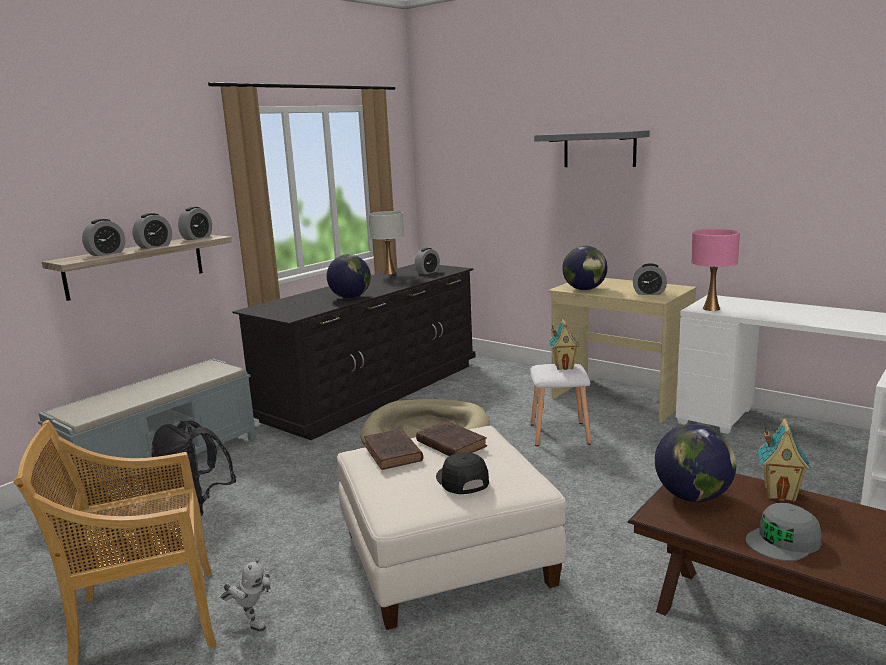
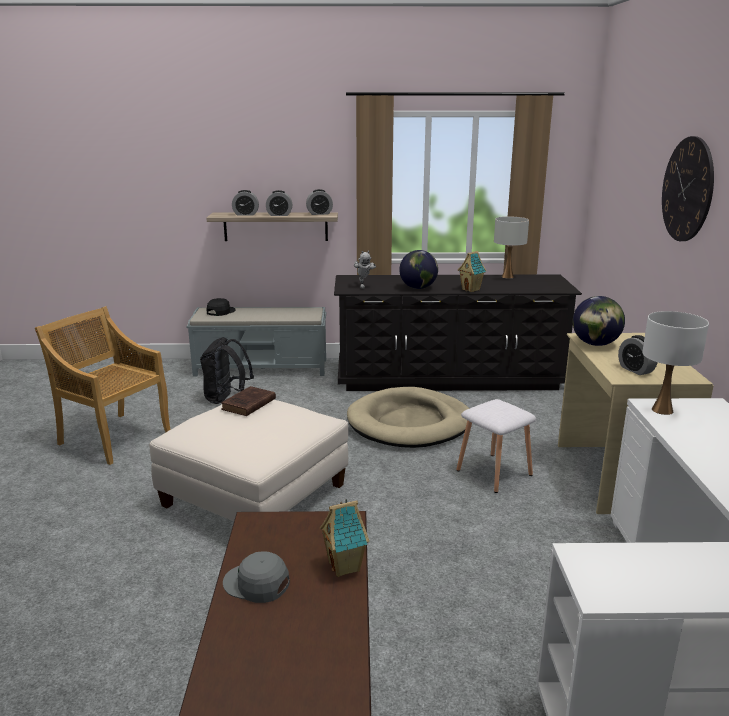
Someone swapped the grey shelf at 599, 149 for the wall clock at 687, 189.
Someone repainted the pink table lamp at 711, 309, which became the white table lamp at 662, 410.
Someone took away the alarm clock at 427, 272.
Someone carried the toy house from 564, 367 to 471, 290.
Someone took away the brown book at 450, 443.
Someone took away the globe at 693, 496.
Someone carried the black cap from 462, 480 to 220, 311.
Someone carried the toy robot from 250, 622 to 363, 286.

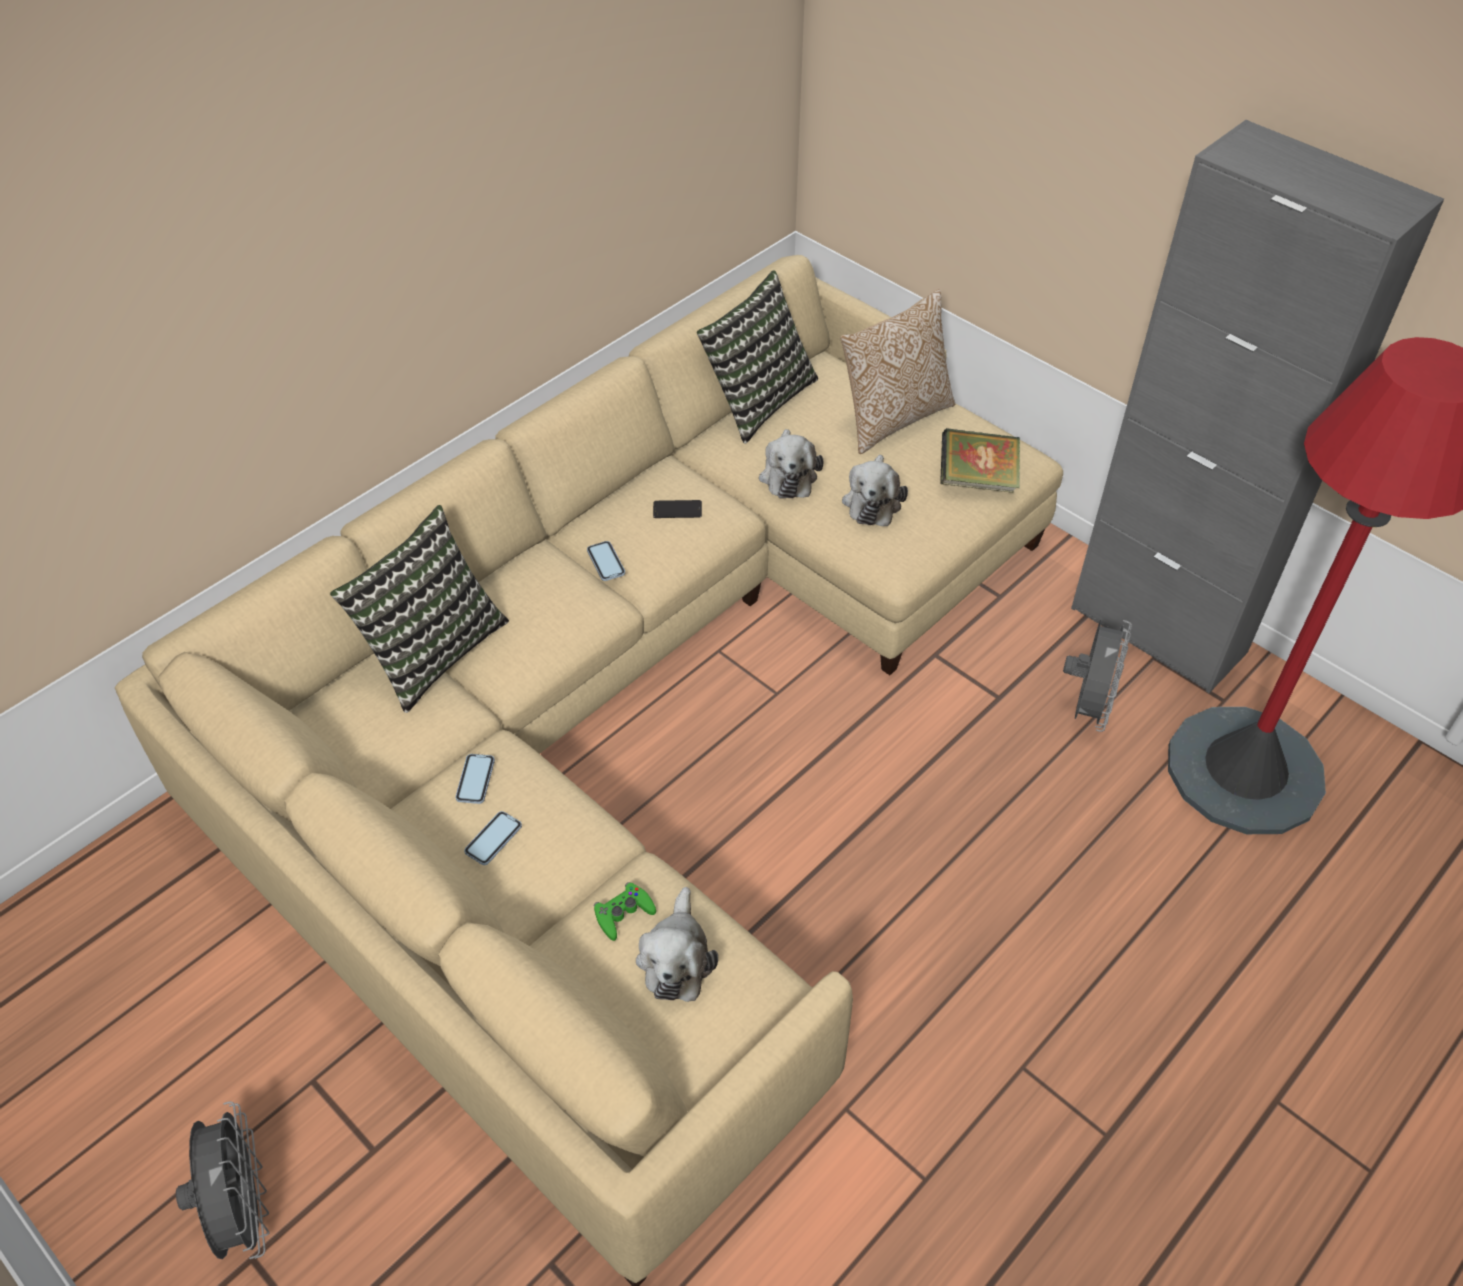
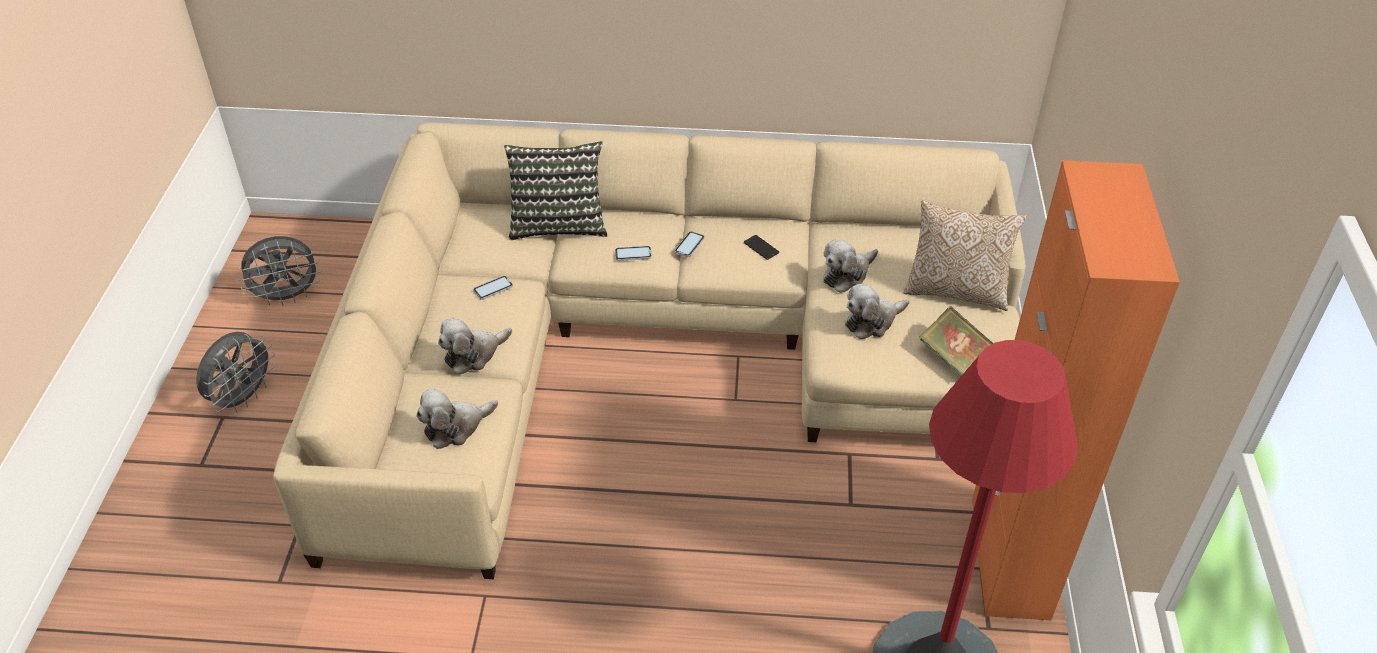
Someone repainted the grey cabinet at 1158, 630, which became the orange cabinet at 1009, 558.
Someone took away the pillow at 757, 400.
Someone carried the grey fan from 1087, 707 to 288, 297.
Someone carried the phone from 493, 839 to 633, 254.
Someone took away the green game controller at 623, 913.
Someone put down the plush toy at 473, 354.

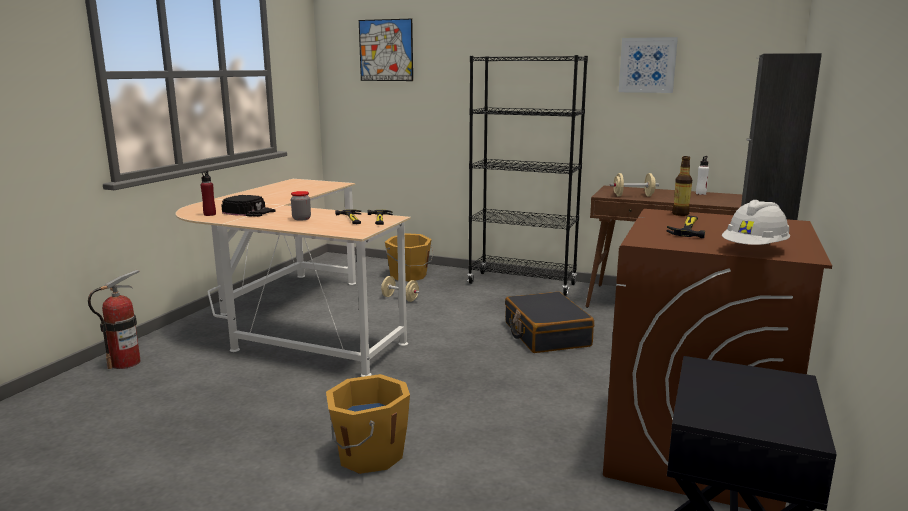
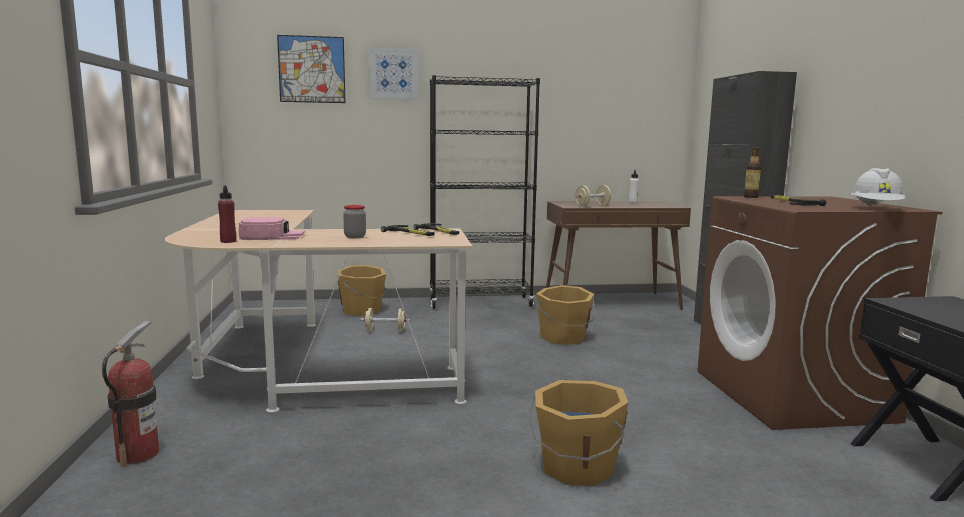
Someone carried the picture from 647, 65 to 393, 73.
Someone repainted the black cap at 249, 212, which became the pink cap at 272, 236.
Someone swapped the black suitcase at 546, 334 for the orange bucket at 563, 338.

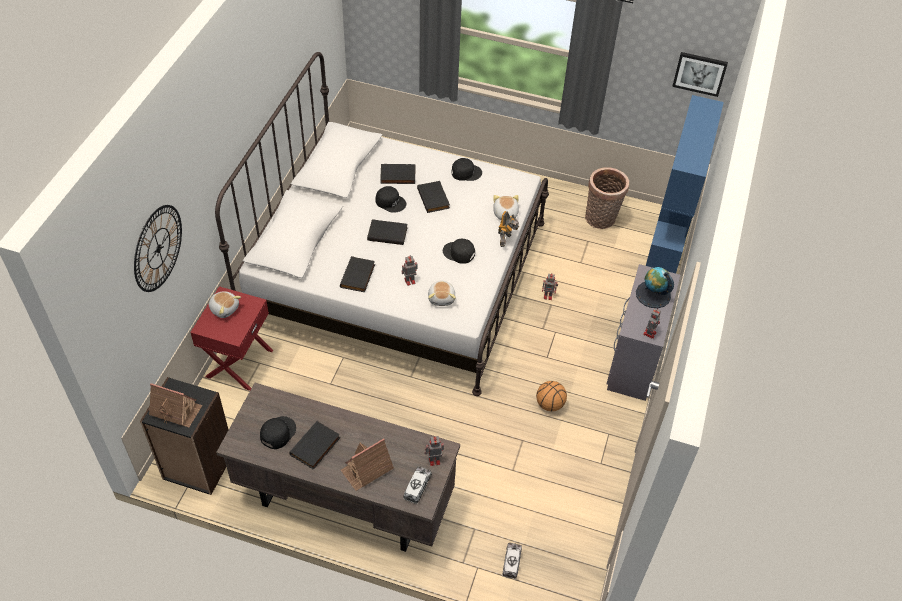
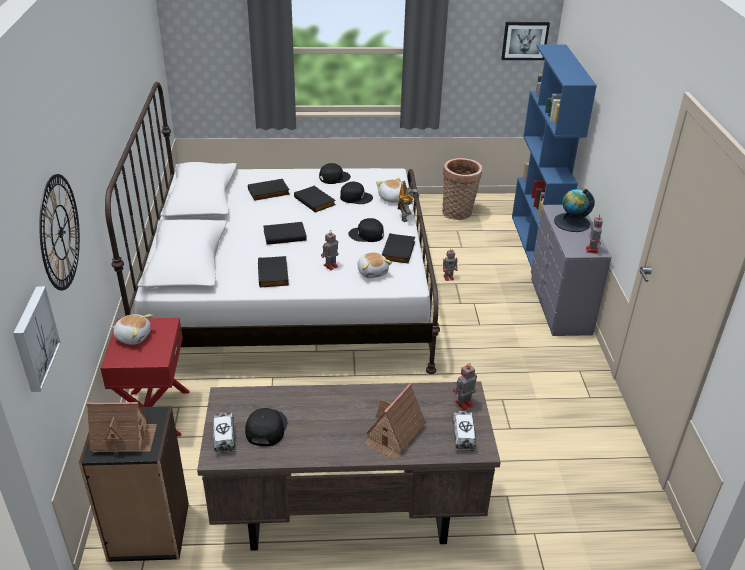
Someone carried the black cap from 390, 202 to 356, 197.
Someone took away the basketball at 549, 404.
Someone carried the black book from 316, 447 to 399, 251.
Someone carried the toy truck from 511, 562 to 224, 437.
Someone put up the picture at 33, 338.

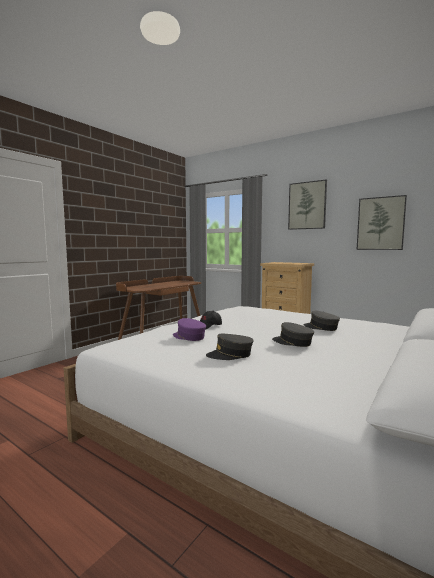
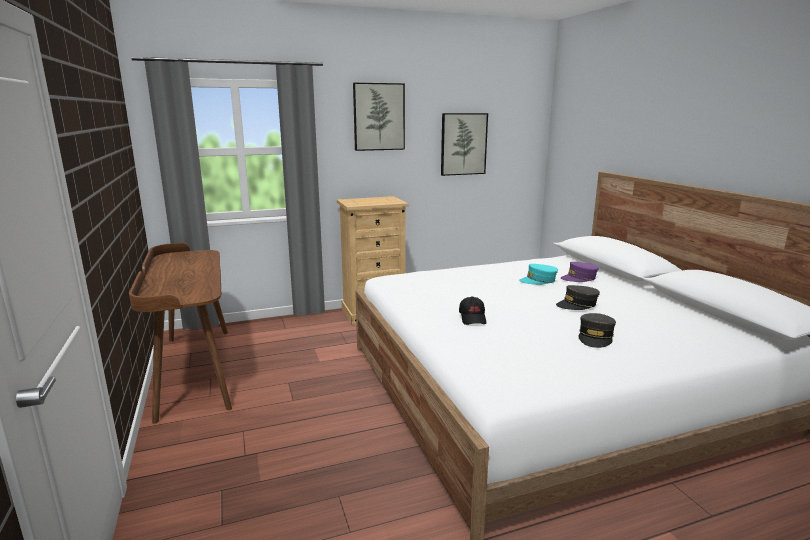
Someone repainted the grey cap at 321, 327, which became the turquoise cap at 538, 280.
Someone carried the purple cap from 189, 337 to 579, 278.

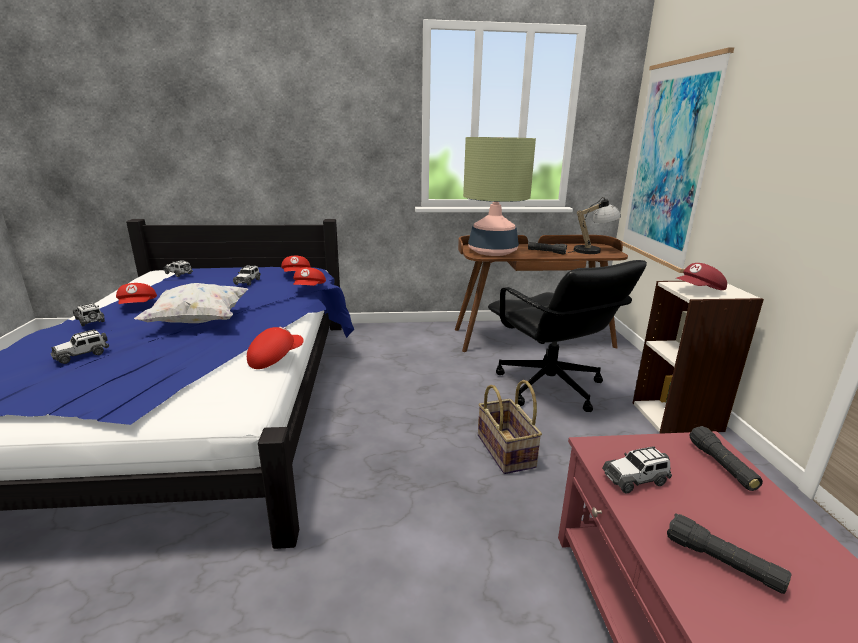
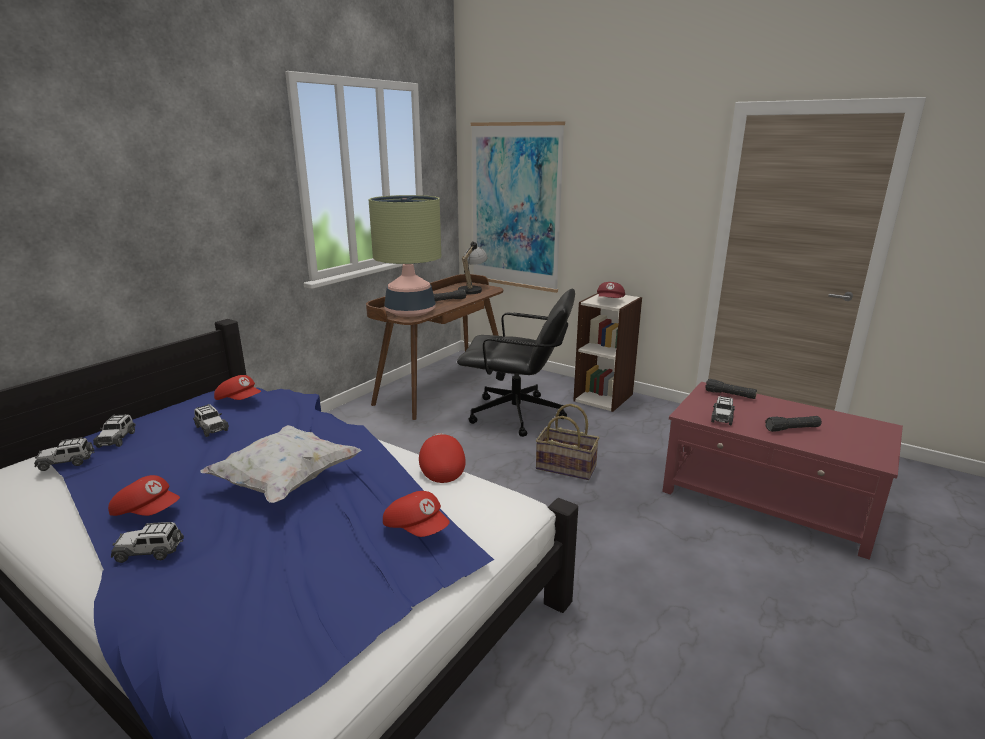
Someone carried the red cap from 309, 288 to 417, 528.
Someone carried the toy car from 82, 355 to 117, 439.

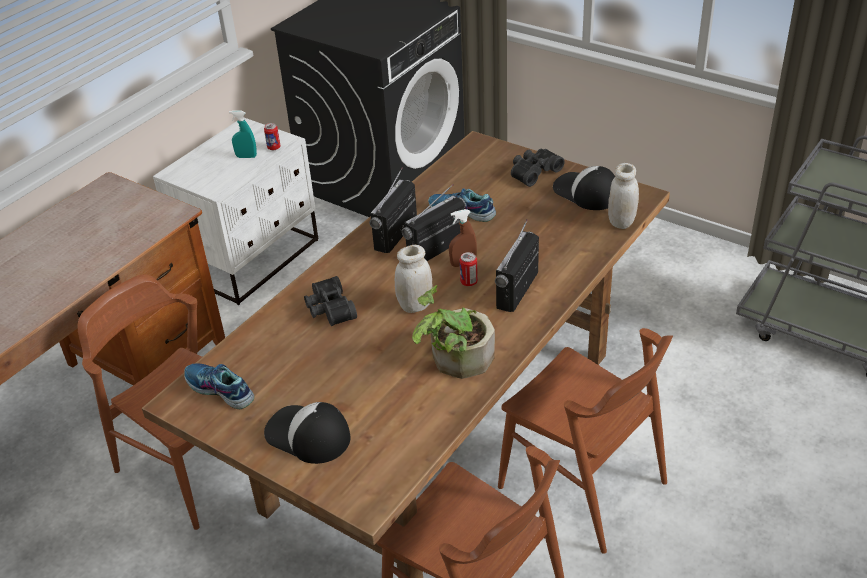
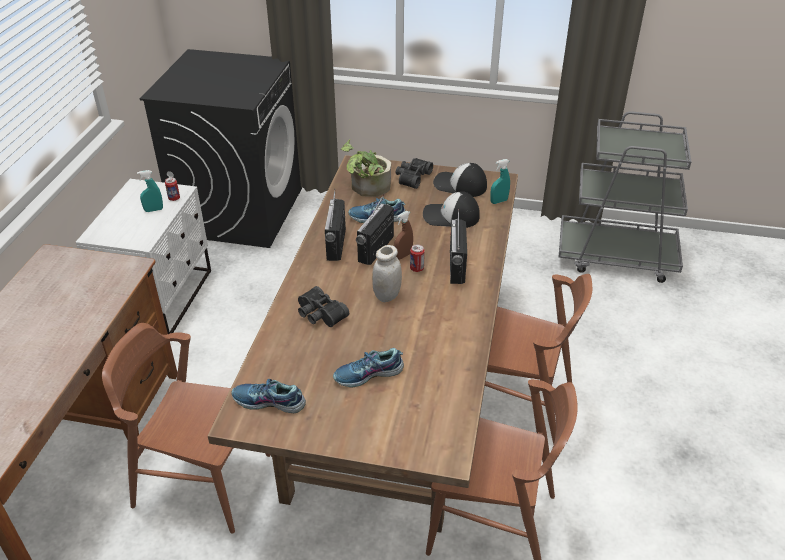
Someone swapped the white jar at 621, 222 for the turquoise spray bottle at 498, 201.
Someone carried the potted plant from 454, 360 to 367, 188.
Someone carried the cap from 307, 435 to 450, 216.
Someone put down the shoe at 368, 375.

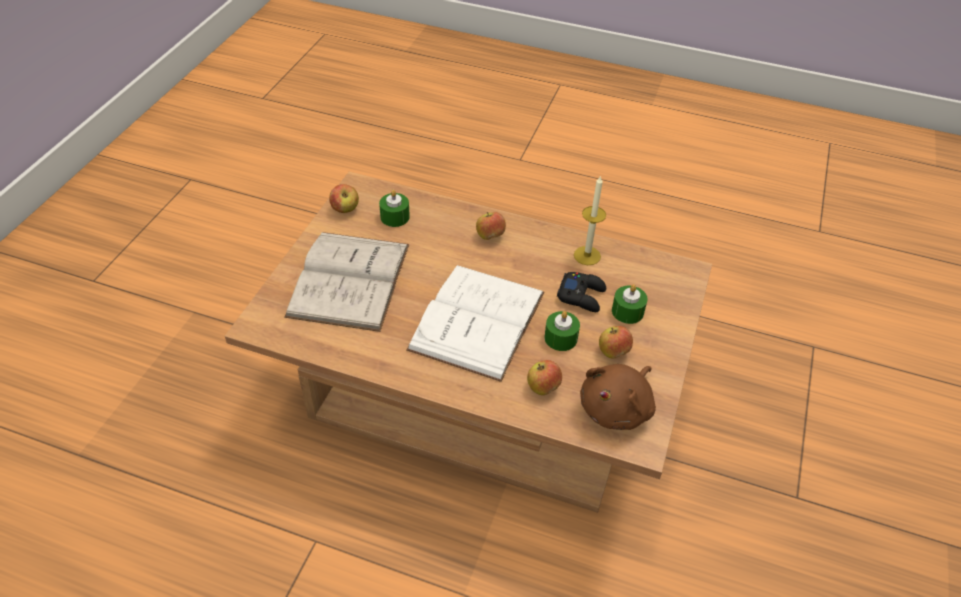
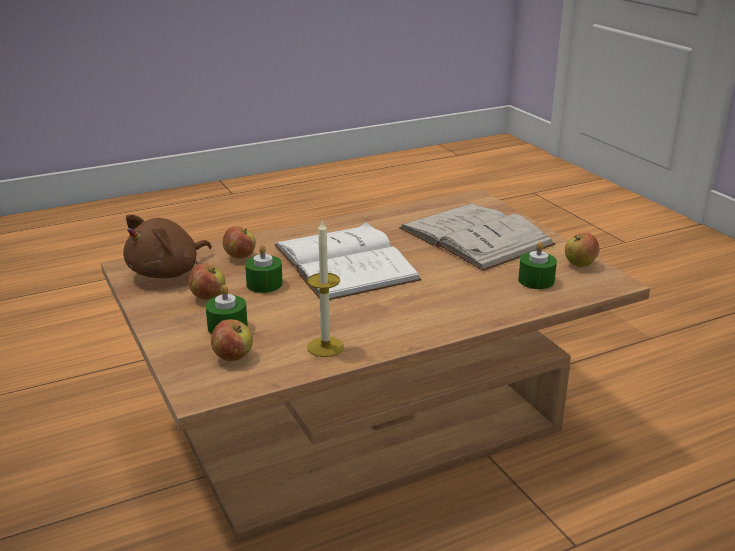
Someone carried the apple from 490, 236 to 233, 357.
Someone took away the black game controller at 582, 295.
Someone rotated the brown plush toy at 617, 408 by 135 degrees counterclockwise.

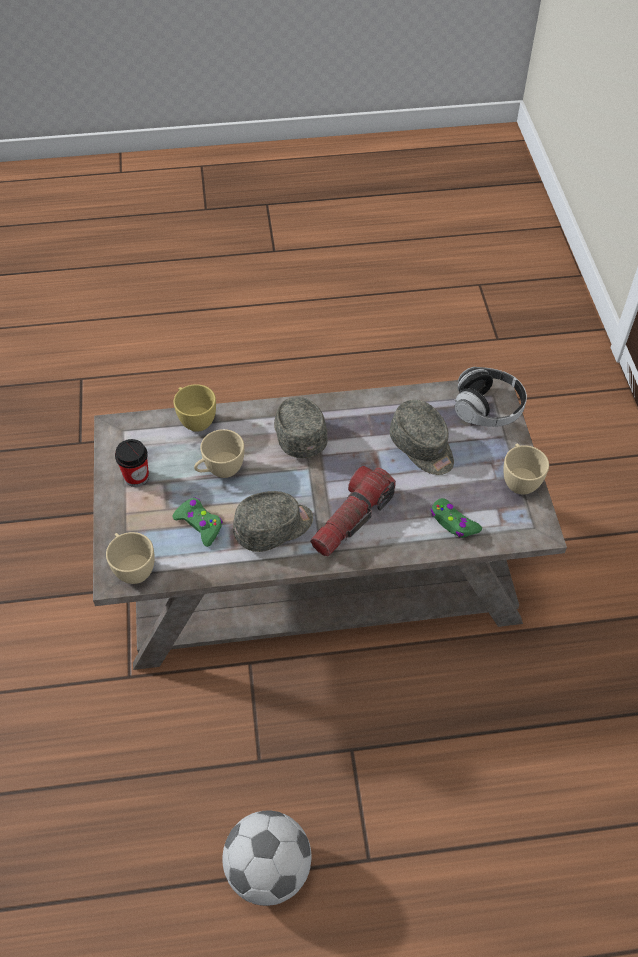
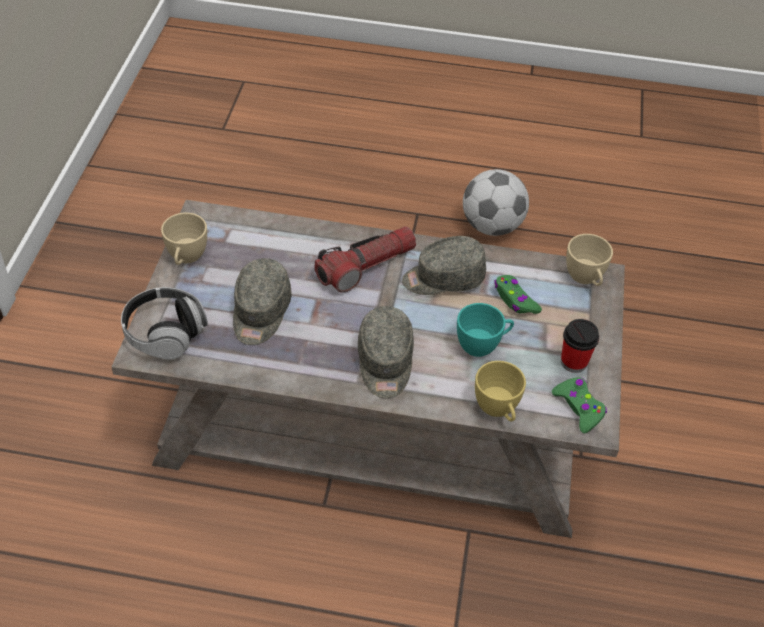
Someone rotated the grey cap at 422, 447 by 150 degrees counterclockwise.
Someone repainted the beige cup at 220, 470, which became the turquoise cup at 482, 345.
Someone carried the green game controller from 453, 523 to 579, 408.

